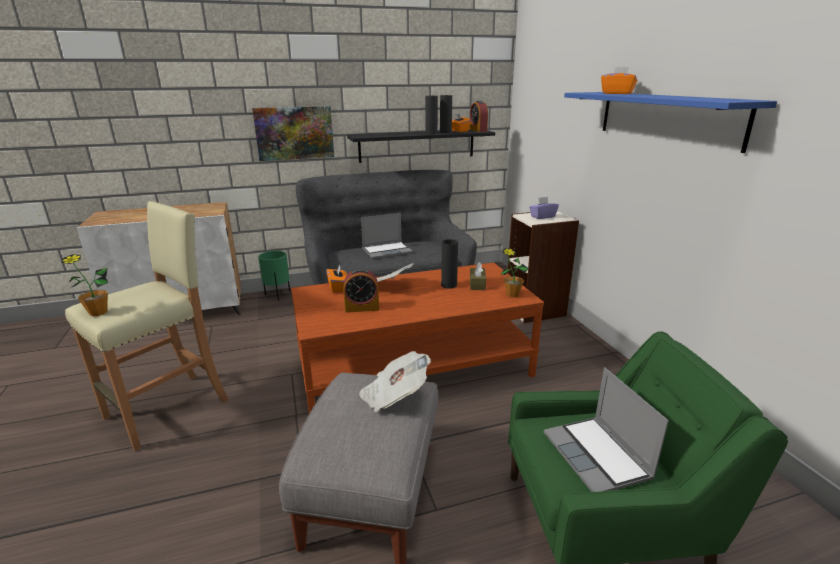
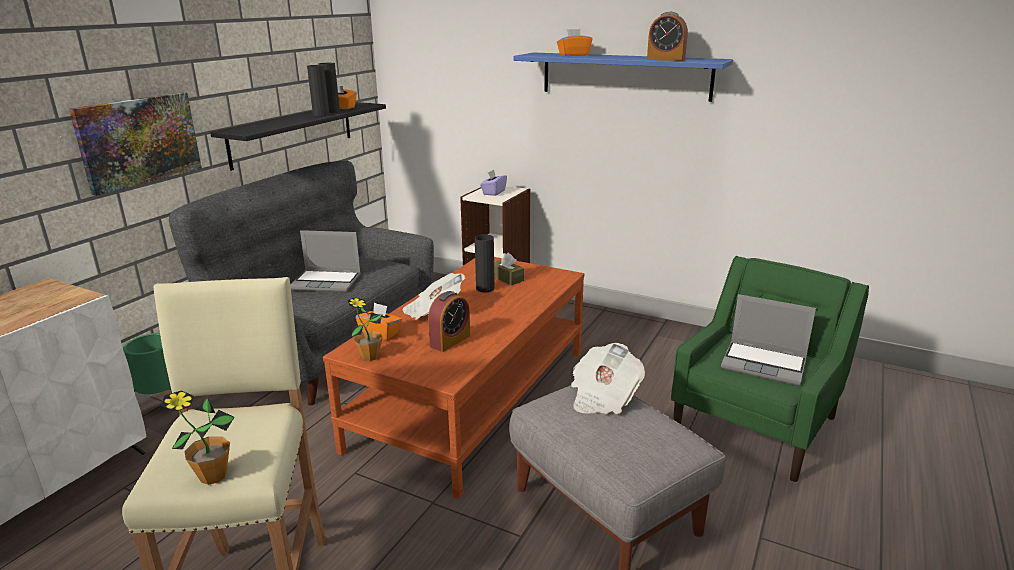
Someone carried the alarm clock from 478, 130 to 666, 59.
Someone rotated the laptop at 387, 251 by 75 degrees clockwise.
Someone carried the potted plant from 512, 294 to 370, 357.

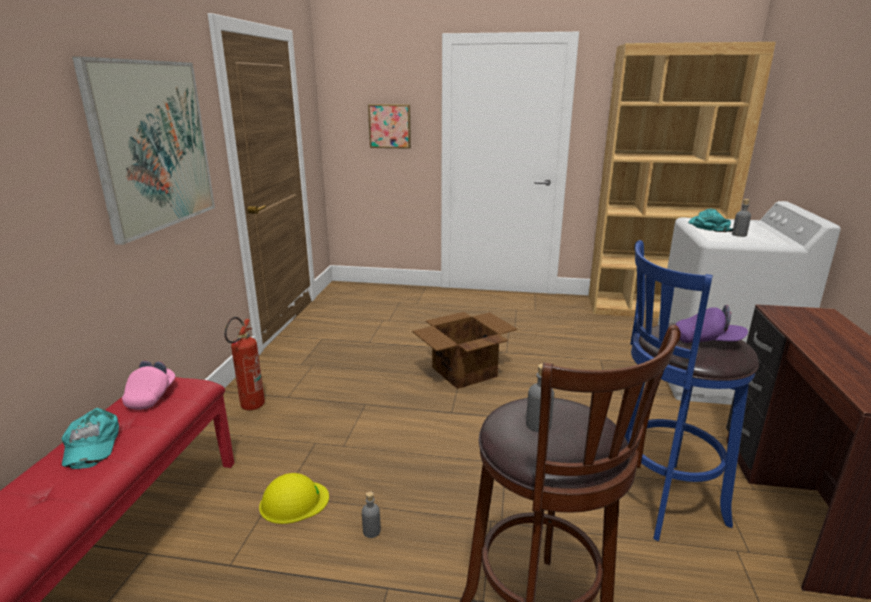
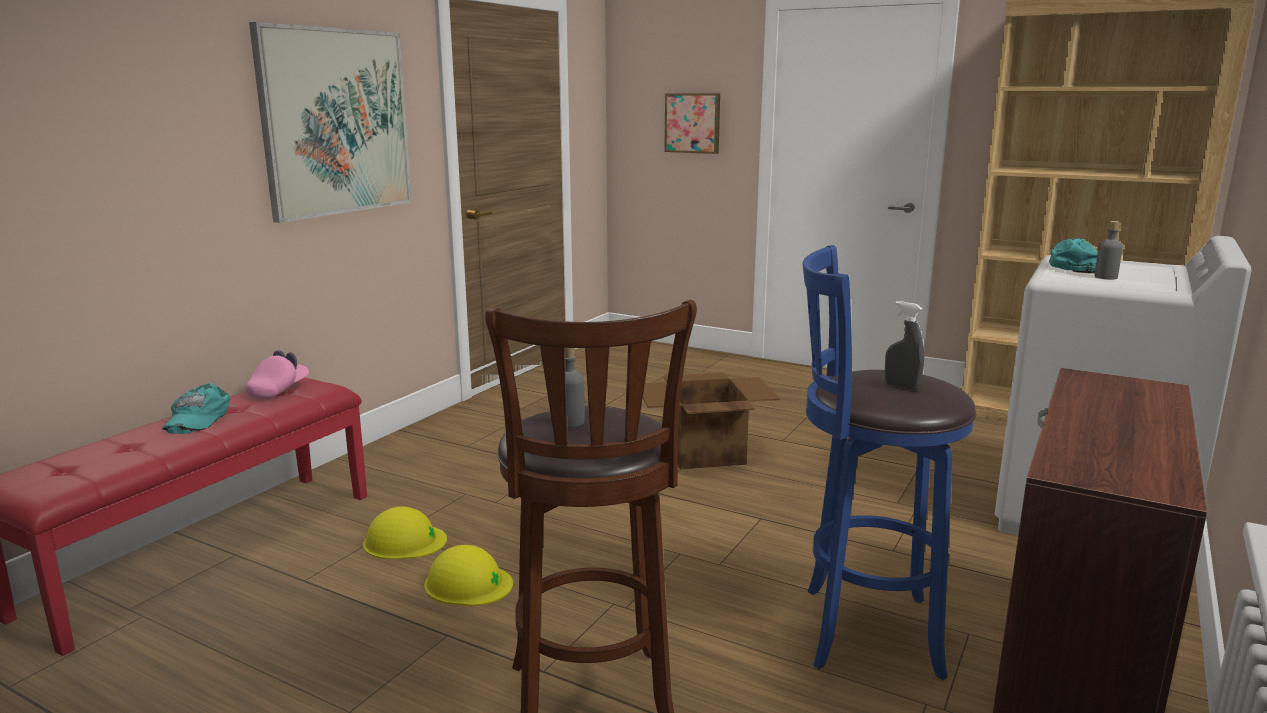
Someone swapped the purple cap at 707, 341 for the grey spray bottle at 901, 387.
Someone took away the fire extinguisher at 250, 408.
Someone swapped the grey bottle at 371, 531 for the yellow hard hat at 468, 584.

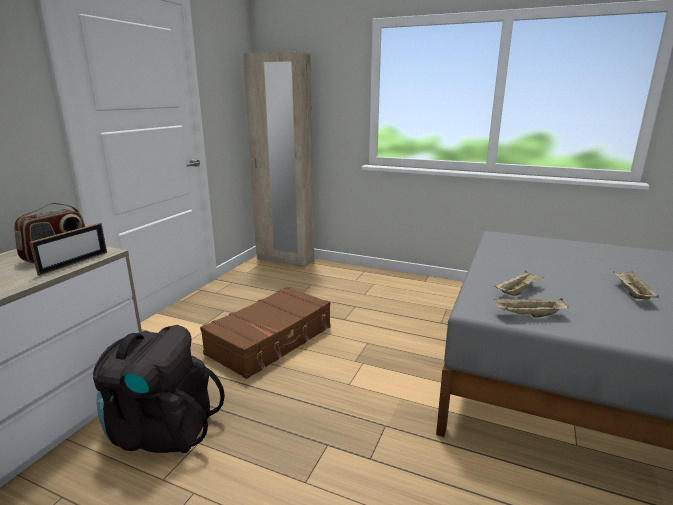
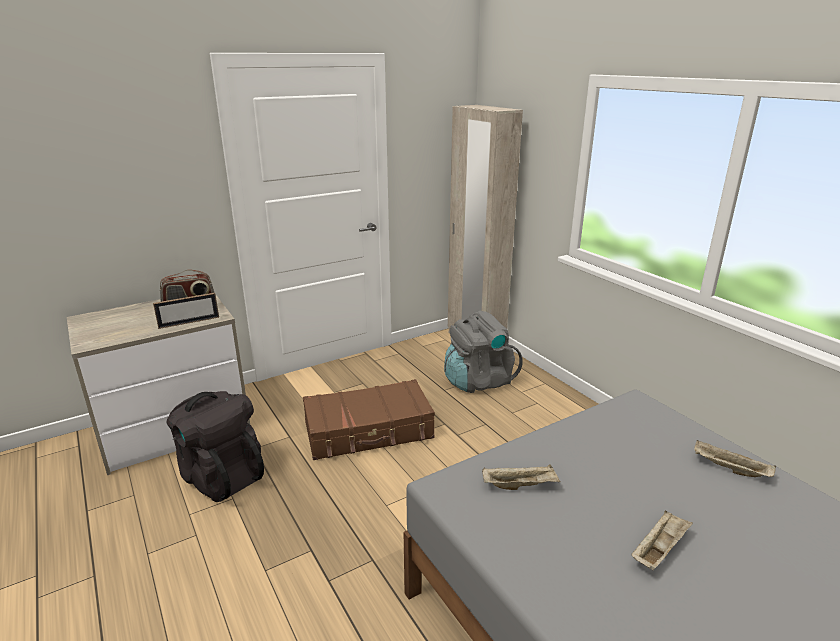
Someone carried the beige tray from 528, 315 to 729, 469.
Someone put down the grey backpack at 478, 381.

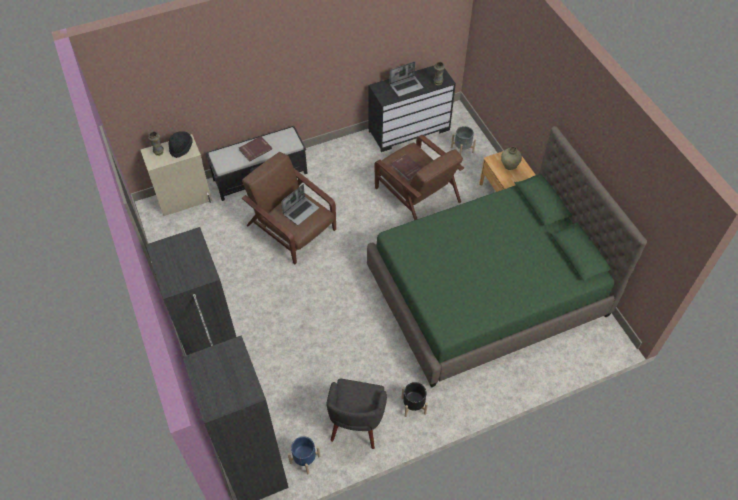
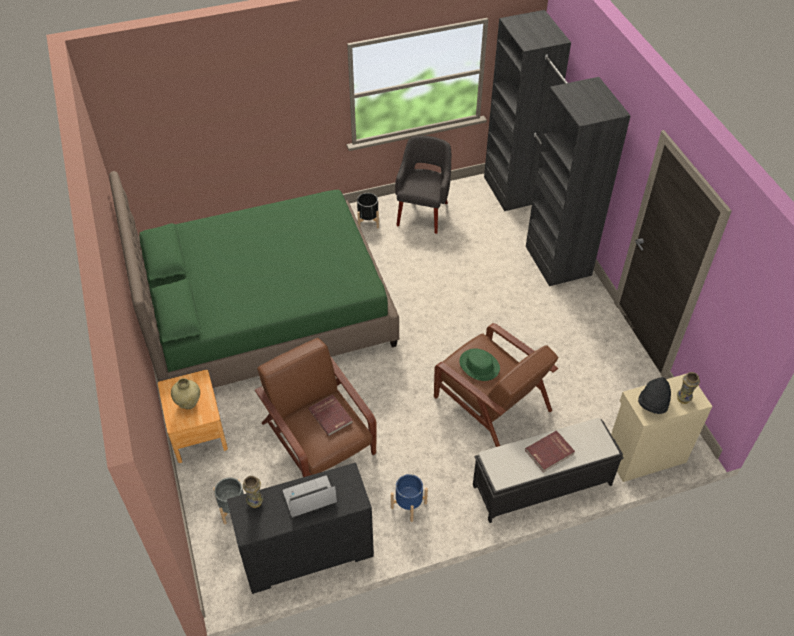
Someone swapped the laptop at 301, 211 for the green hat at 479, 365.
Someone carried the blue planter from 305, 459 to 409, 505.

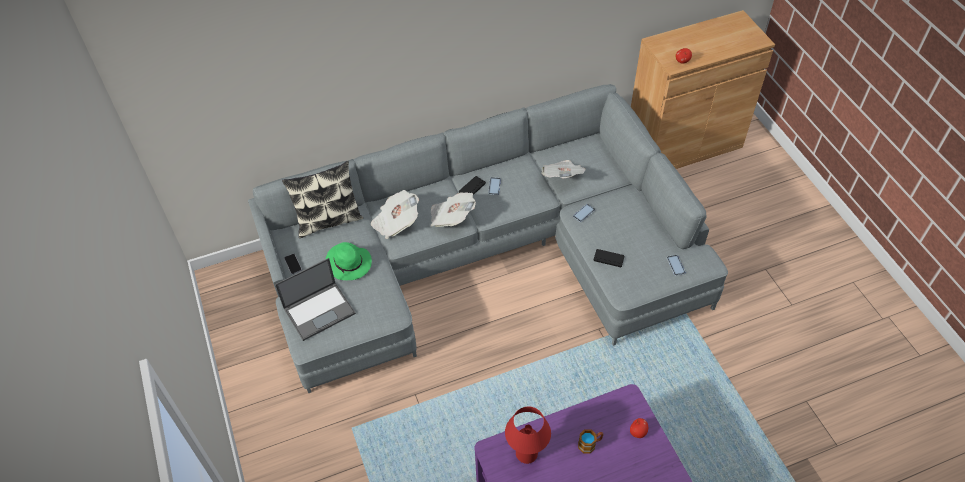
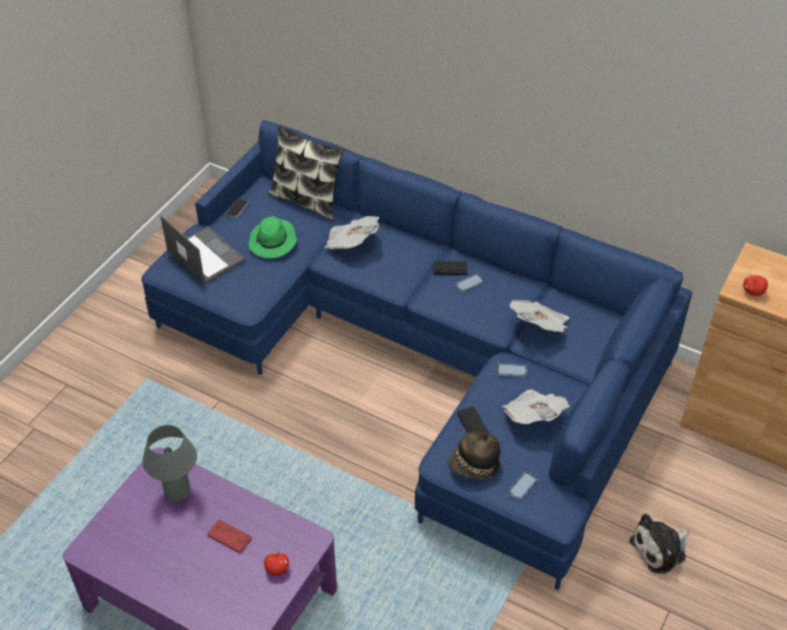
Someone repainted the grey sofa at 486, 257, which became the blue sofa at 424, 355.
Someone carried the newspaper from 451, 217 to 533, 416.
Someone rotated the laptop at 320, 310 by 150 degrees counterclockwise.
Someone repainted the red table lamp at 526, 453, which became the grey table lamp at 177, 492.
Someone swapped the mug at 590, 444 for the red game controller at 229, 536.
Someone put down the hat at 474, 466.
Someone put down the plush toy at 660, 548.

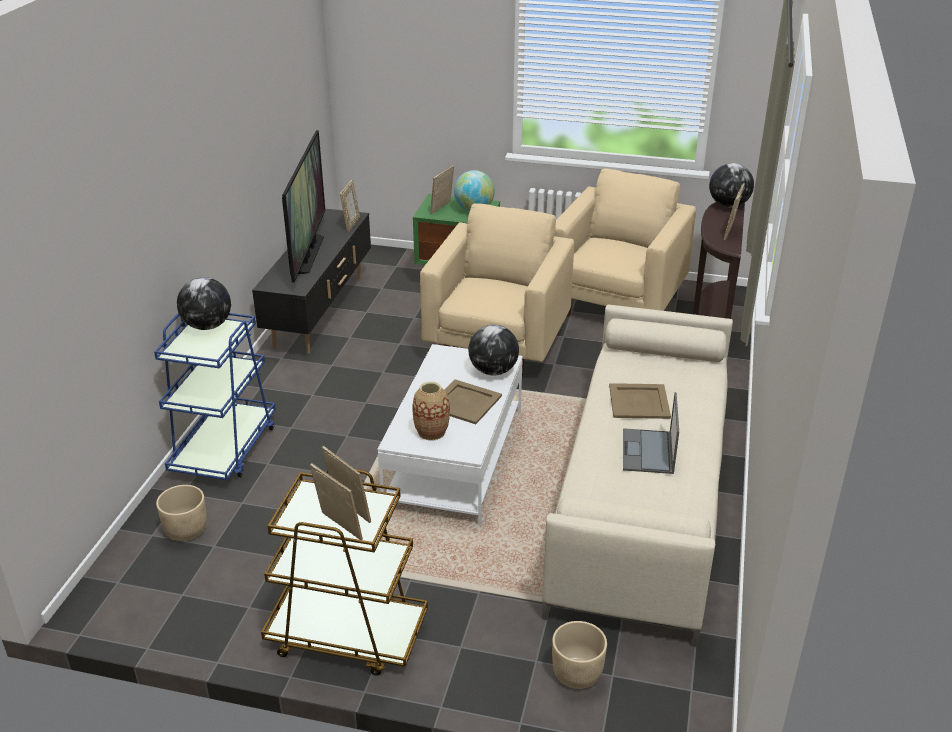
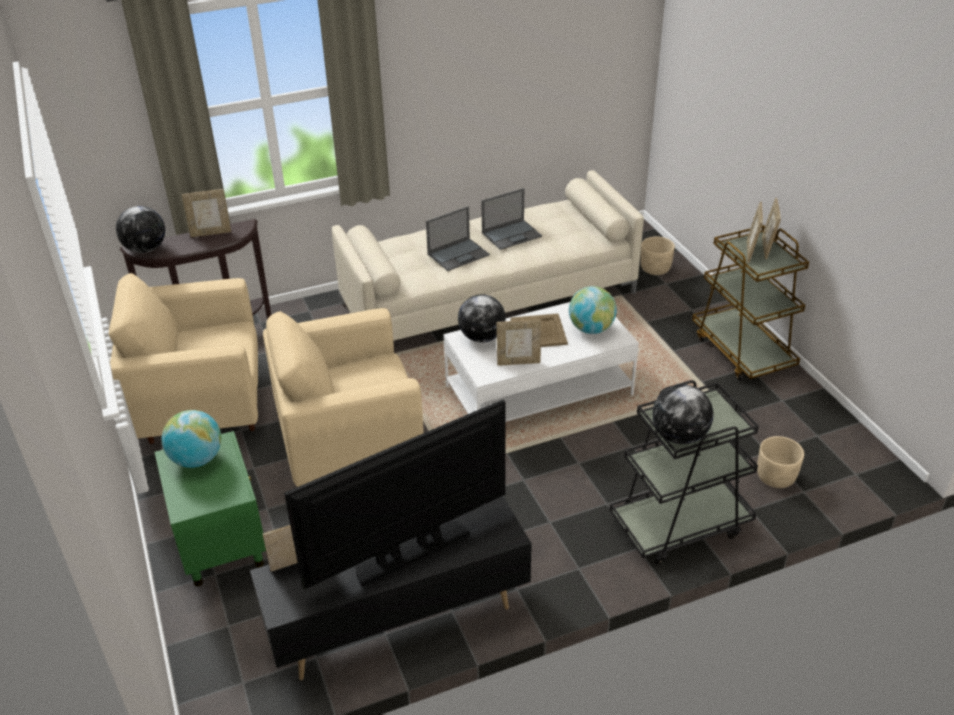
Someone carried the picture frame from 442, 208 to 518, 362.
Someone repainted the blue cart at 225, 449, which became the black cart at 679, 525.
Someone swapped the vase at 431, 432 for the globe at 591, 329.
Someone swapped the beige tray at 639, 402 for the laptop at 459, 254.

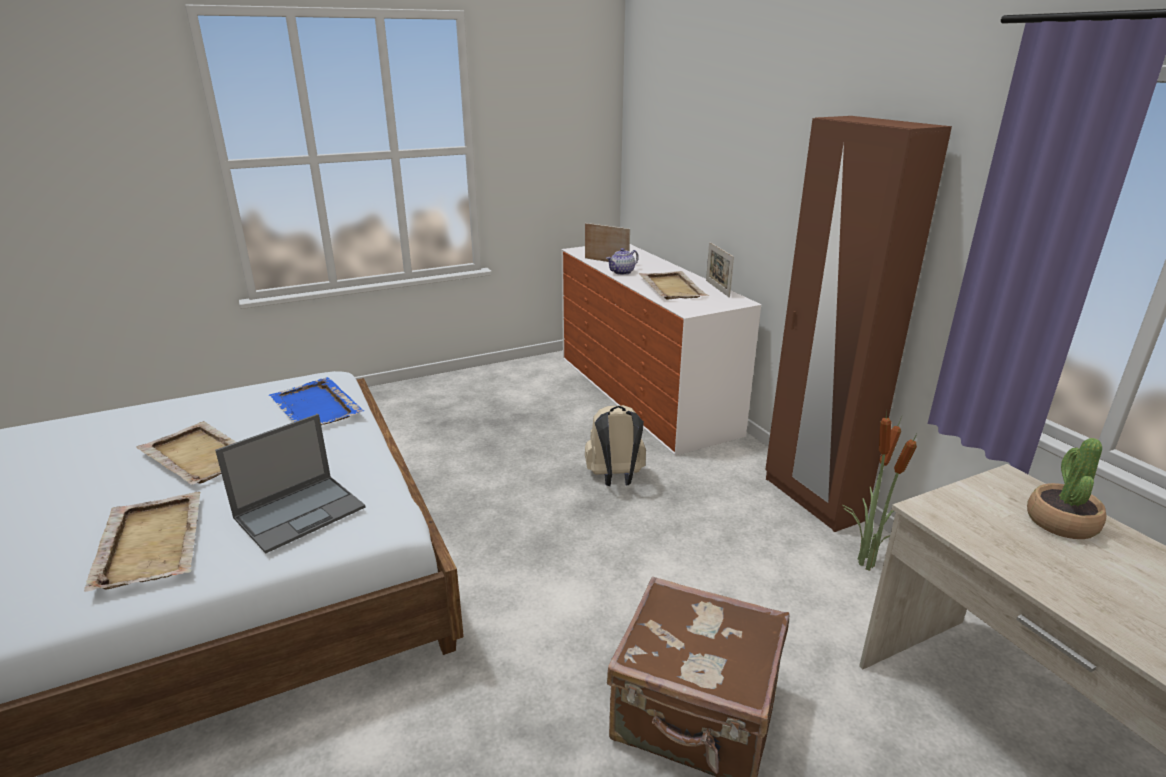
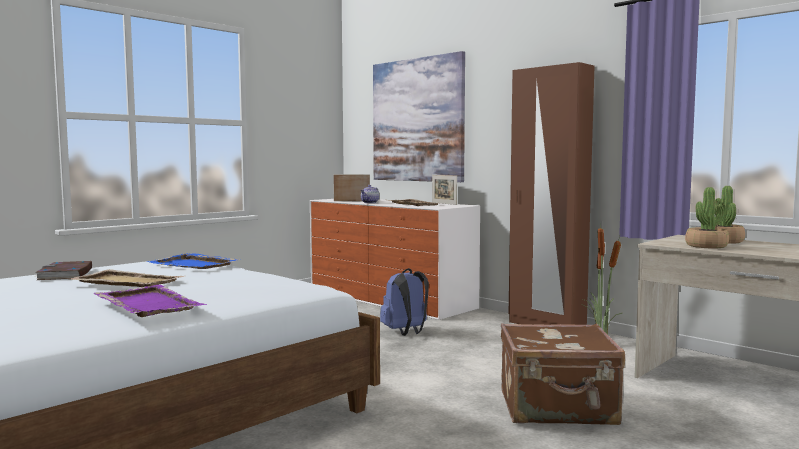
Someone repainted the beige backpack at 615, 478, which became the blue backpack at 406, 332.
Someone took away the laptop at 301, 512.
Someone repainted the beige tray at 151, 542, which became the purple tray at 148, 304.
Someone put up the picture at 417, 120.
Someone put down the potted plant at 706, 246.
Someone put down the book at 66, 274.

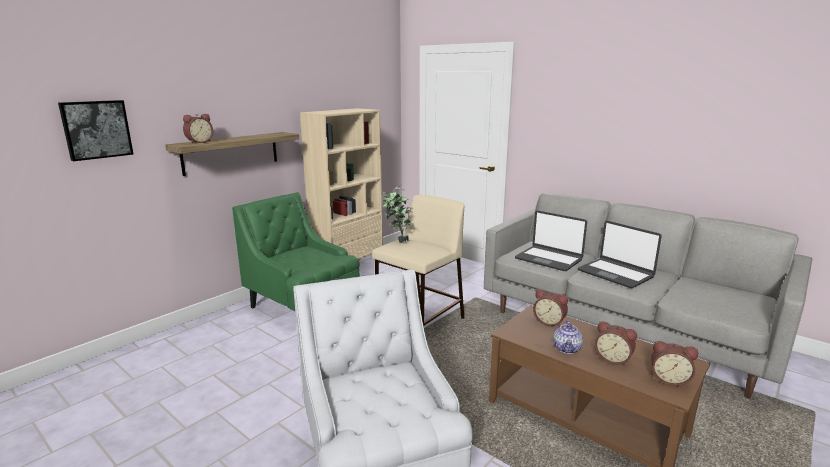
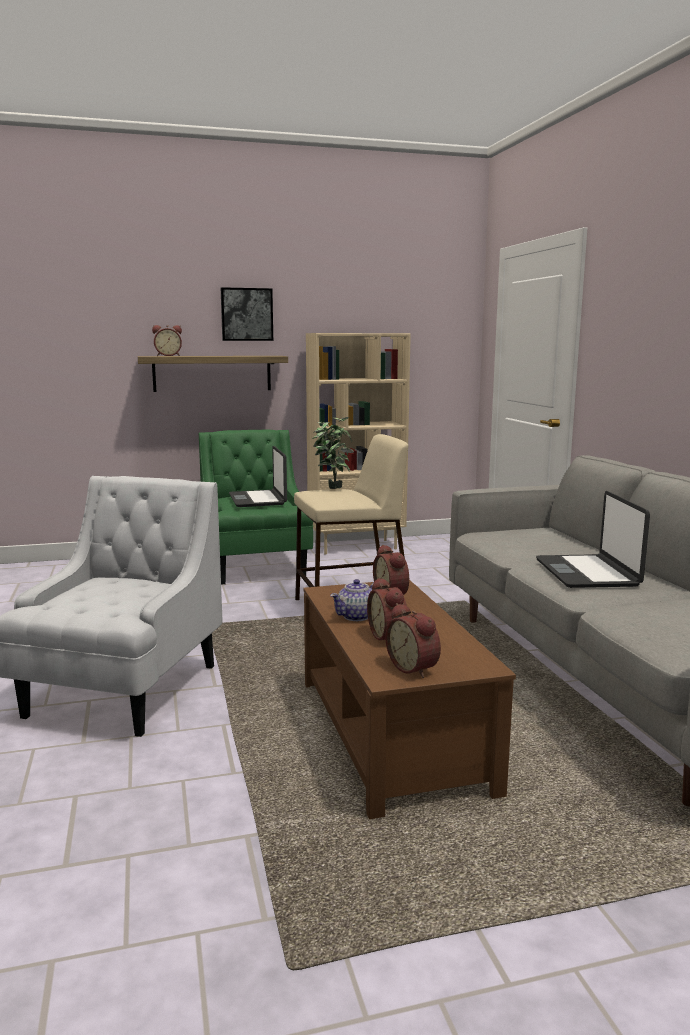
Someone carried the picture from 96, 129 to 246, 314.
Someone carried the laptop from 548, 259 to 258, 500.

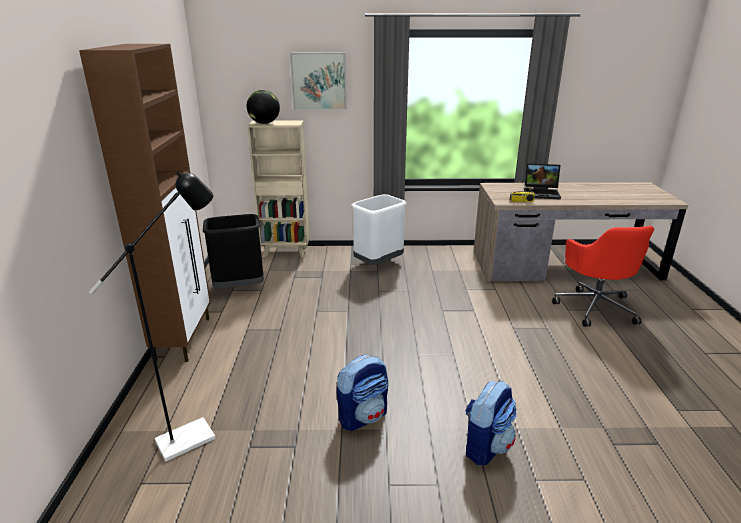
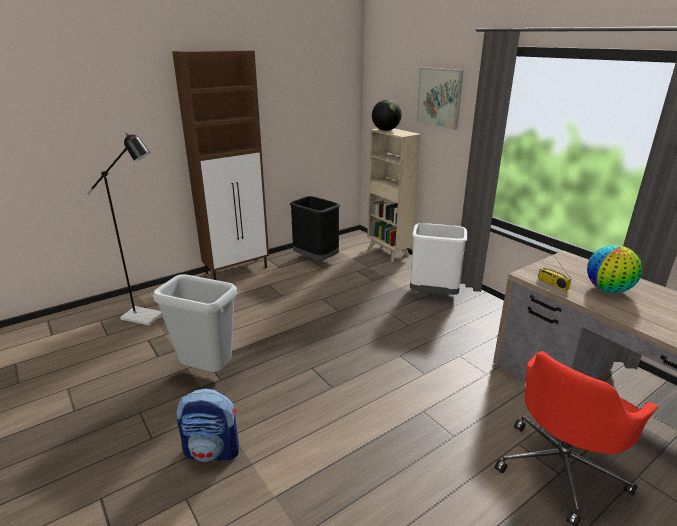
Someone swapped the laptop at 542, 193 for the globe at 608, 290.
Someone swapped the backpack at 363, 416 for the grey trash can at 208, 371.

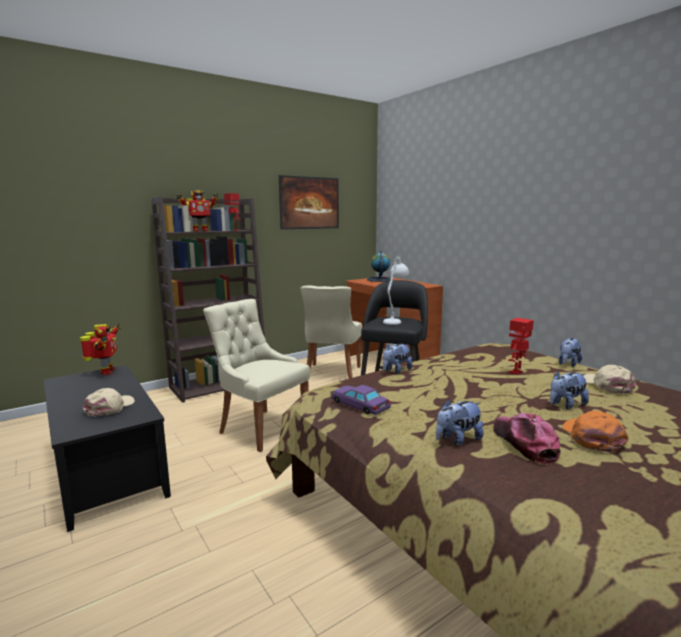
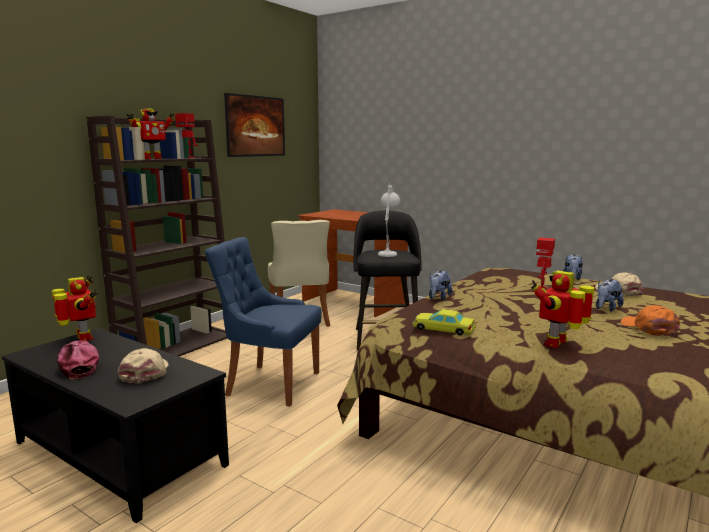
Someone took away the globe at 380, 280.
Someone repainted the beige chair at 261, 428, which became the blue chair at 270, 383.
Someone repainted the purple toy car at 359, 404, which became the yellow toy car at 443, 329.
Someone swapped the plush toy at 457, 440 for the toy robot at 558, 344.
Someone carried the cap from 524, 443 to 78, 366.

